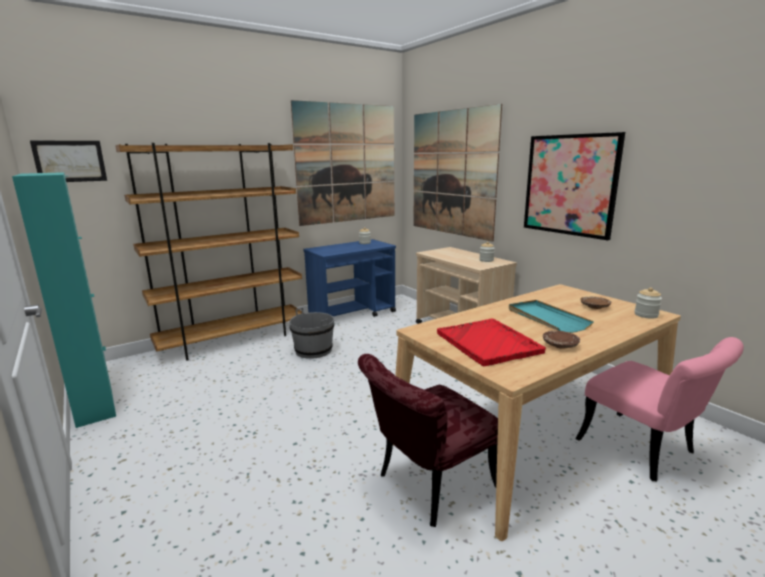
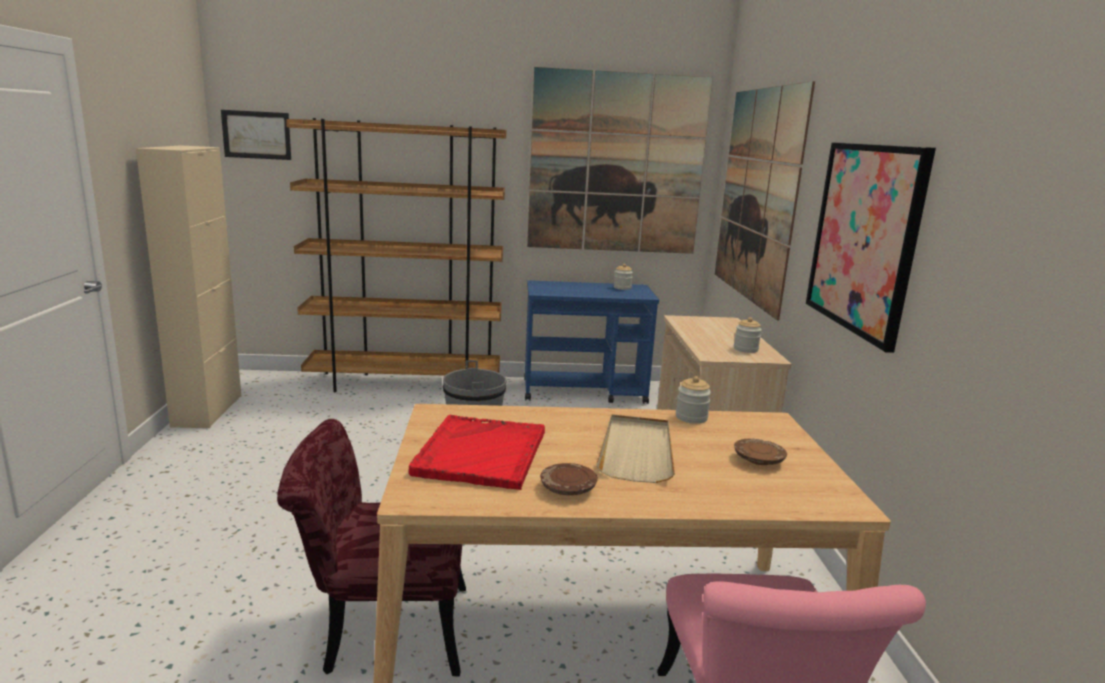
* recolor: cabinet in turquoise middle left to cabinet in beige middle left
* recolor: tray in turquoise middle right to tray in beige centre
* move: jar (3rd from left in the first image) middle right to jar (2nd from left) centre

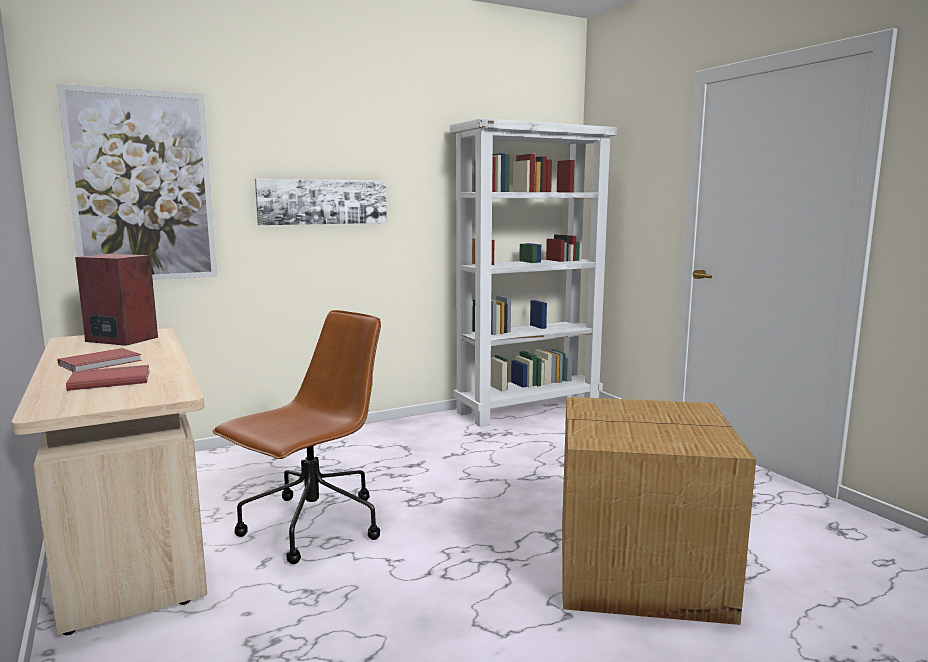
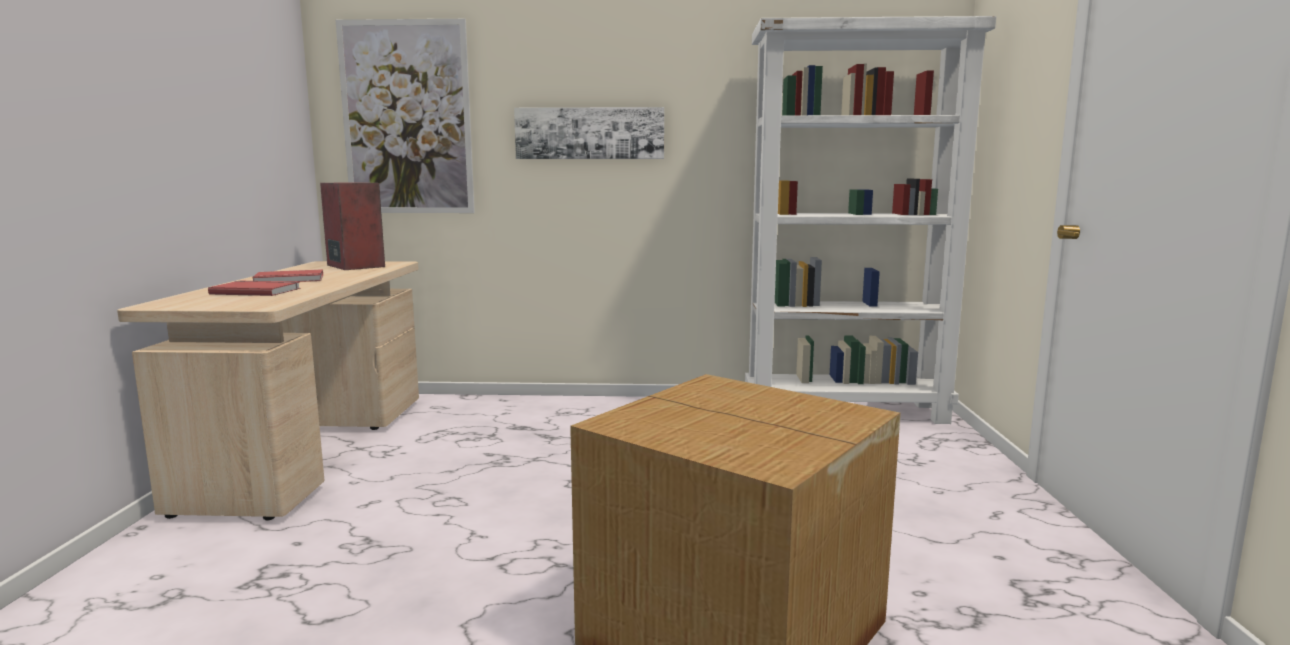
* delete: office chair in brown middle left

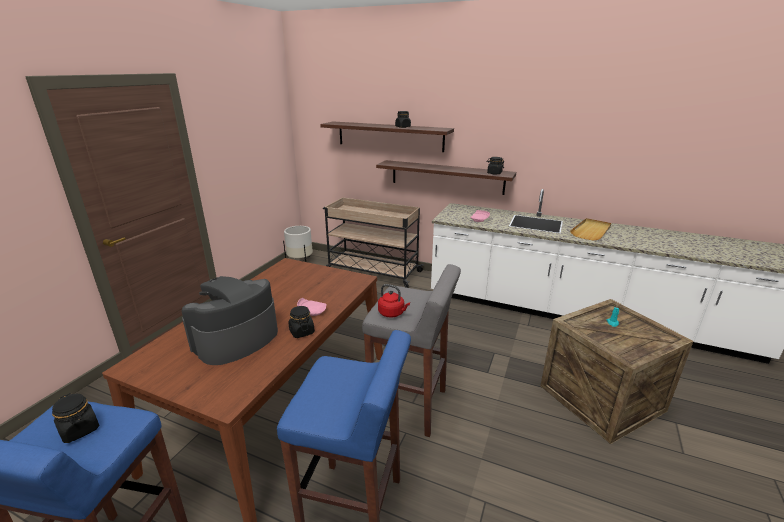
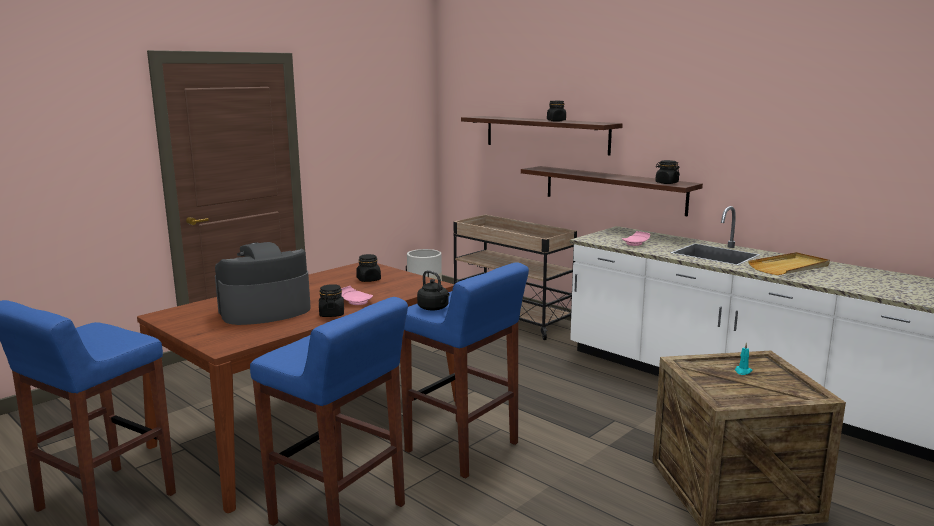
* move: jar in black (1st from left in the first image) bottom left to jar in black (2nd from left) centre
* recolor: stool in grey bottom centre to stool in blue (3rd from left) bottom centre
* recolor: kettle in red centre to kettle in black centre

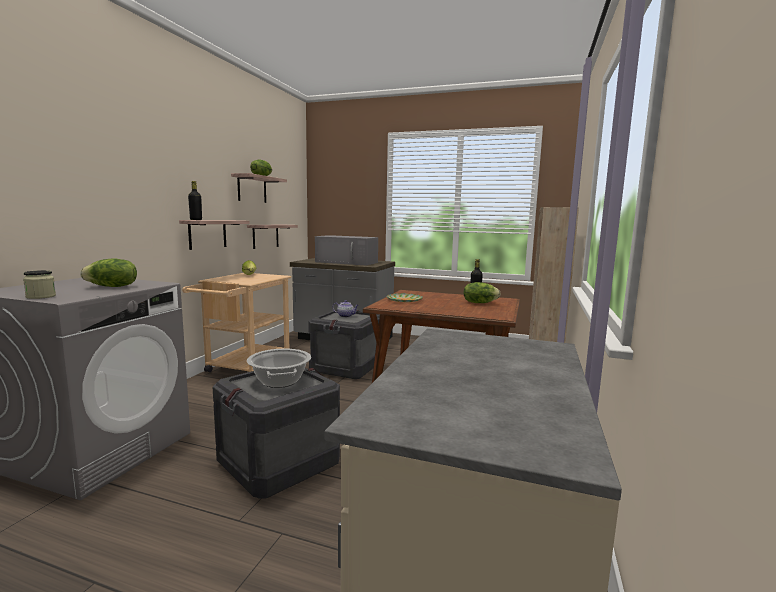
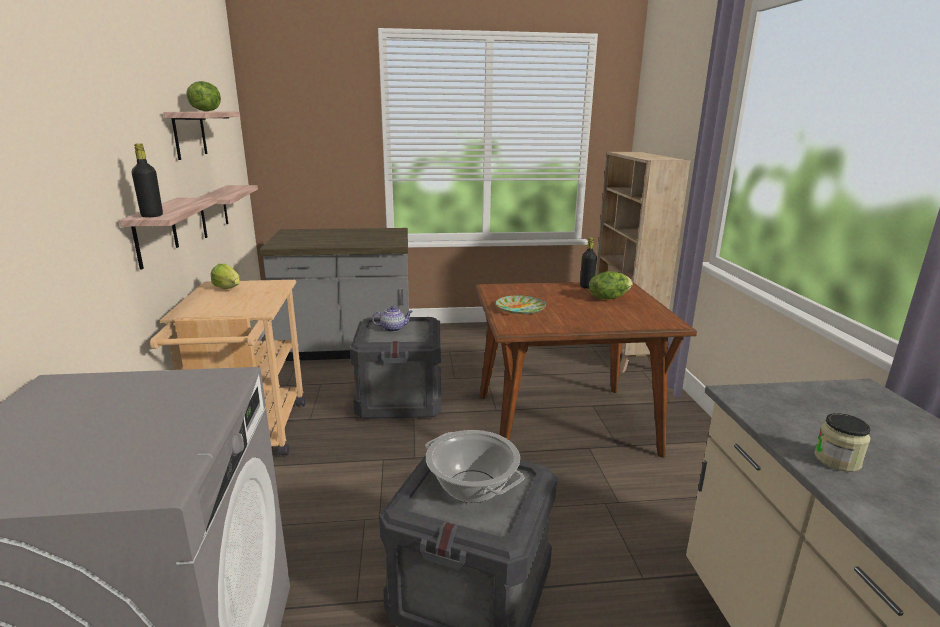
* move: jar middle left to bottom right
* delete: lettuce (1st from left) middle left
* delete: microwave in grey centre

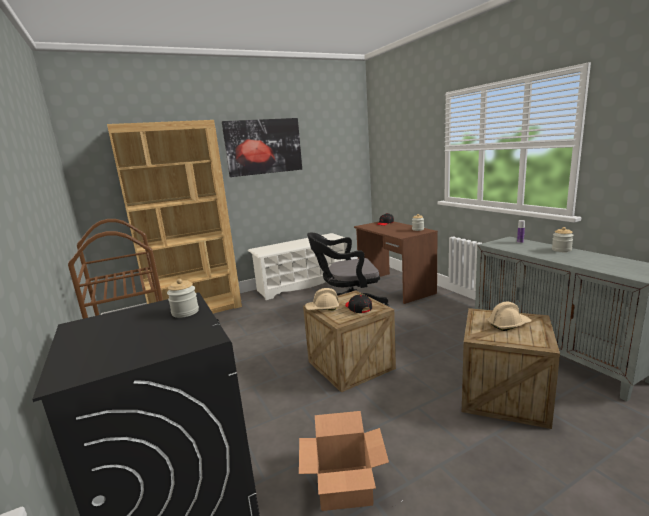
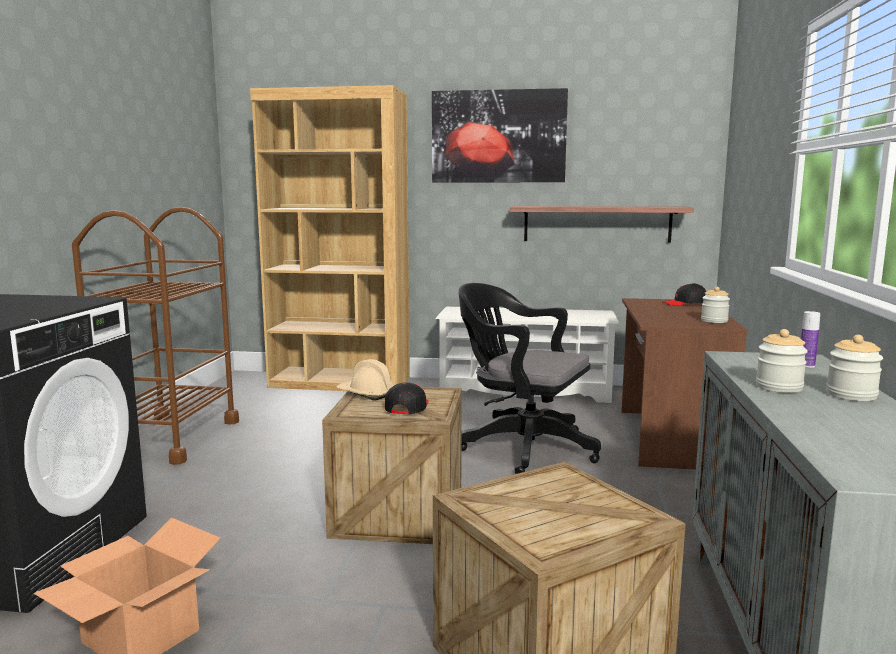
* move: jar (1st from left in the first image) middle left to jar (2nd from left) middle right
* delete: hard hat in beige (2nd from left) middle right
* insert: shelf middle right

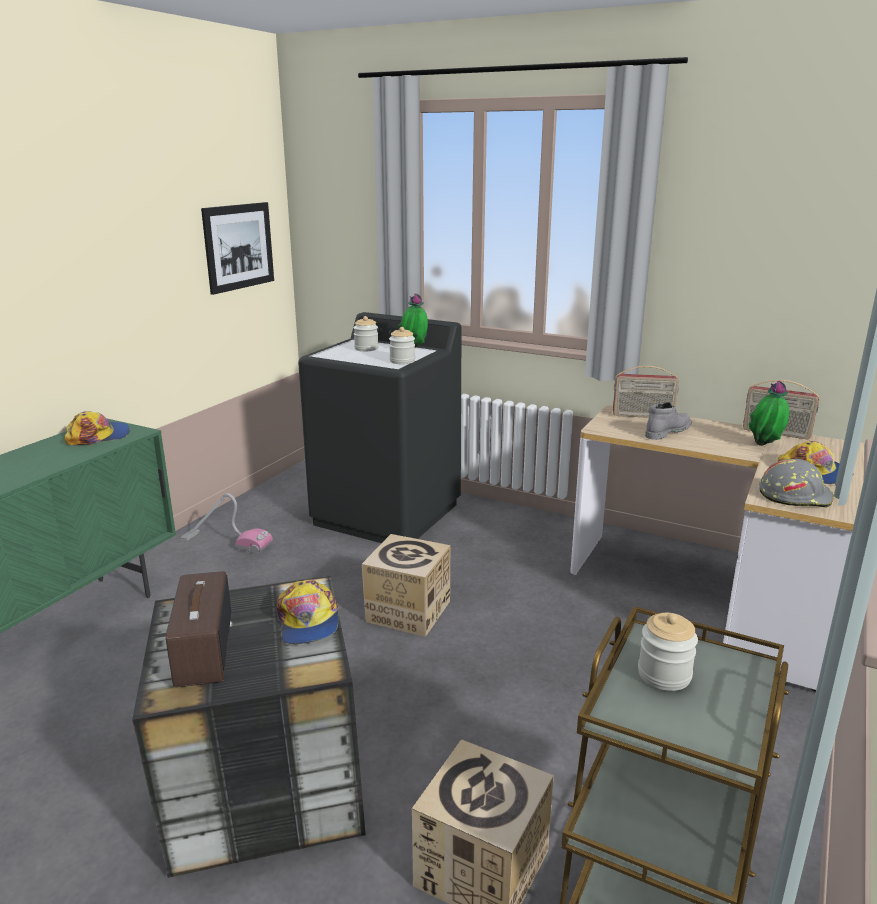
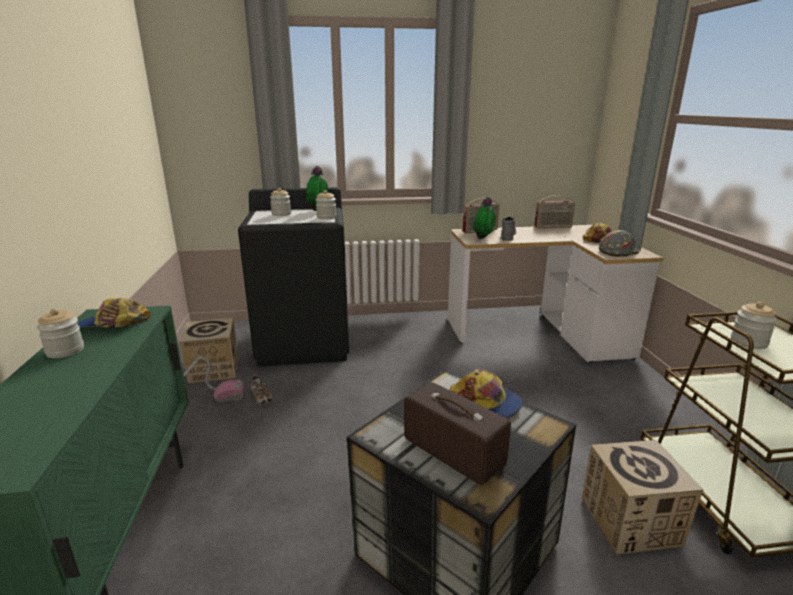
* rotate: cap (1st from left) middle left = middle left 120 degrees counterclockwise
* delete: picture top left
* move: cardboard box (1st from left) centre to middle left
* move: potted plant (2nd from left) middle right to centre
* insert: jar (1st from left) middle left
* insert: shoe middle left

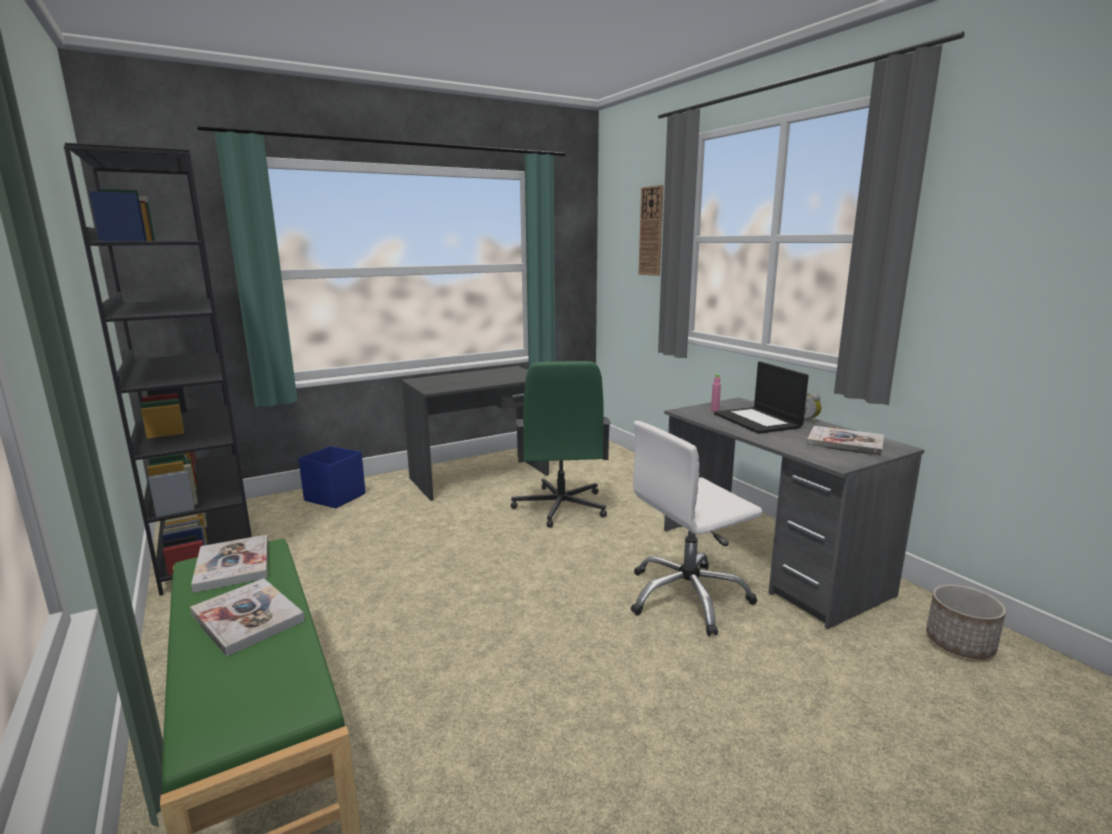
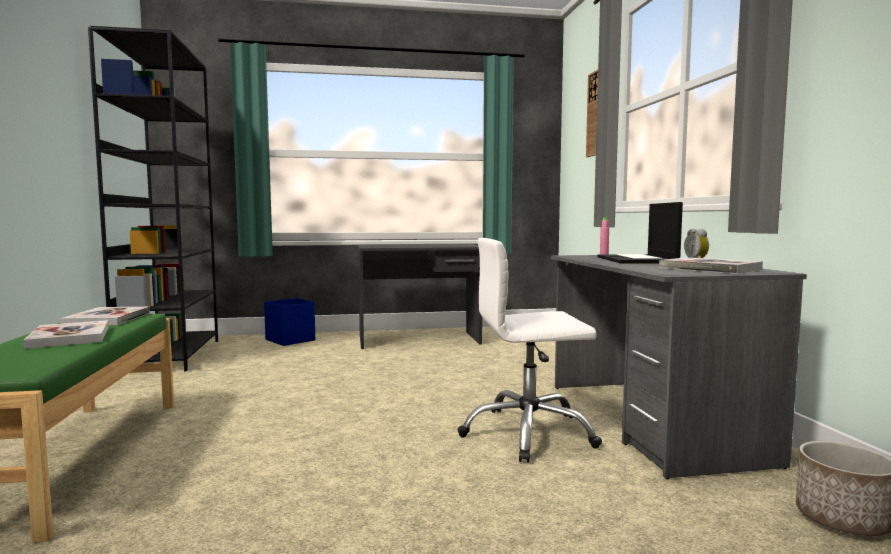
* delete: office chair in green centre

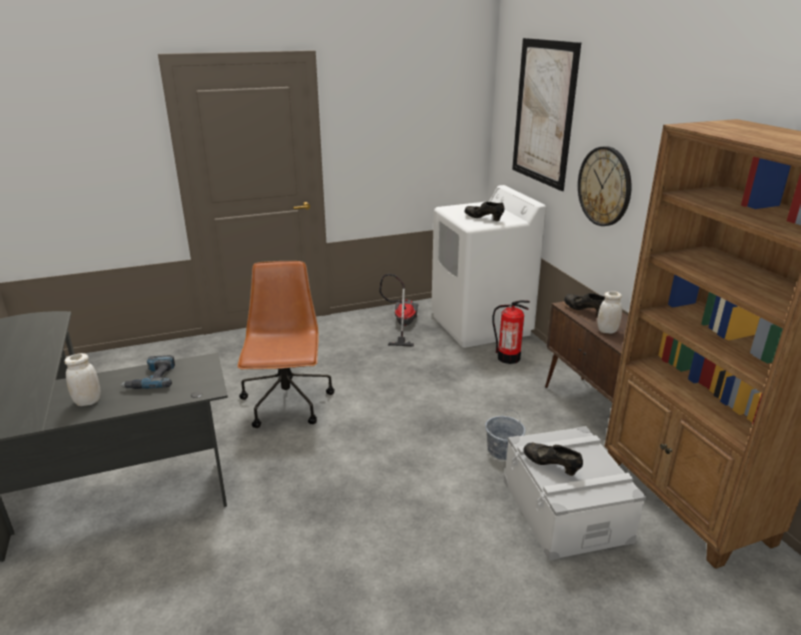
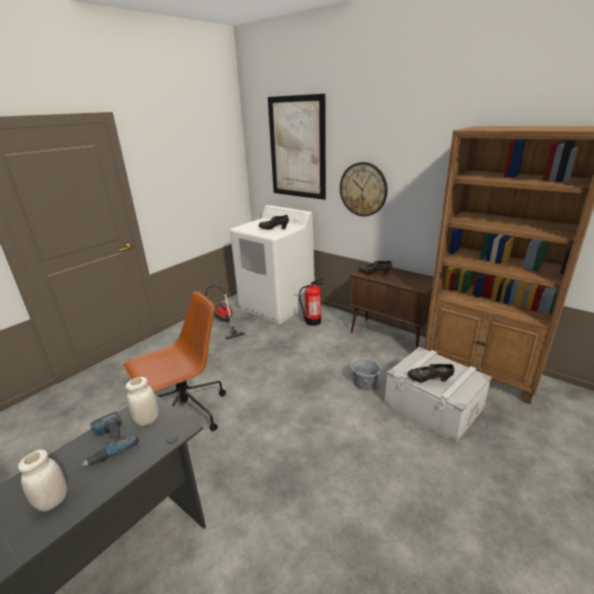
* rotate: office chair in brown centre = middle left 90 degrees clockwise
* move: jar in white (2nd from left) middle right to bottom left

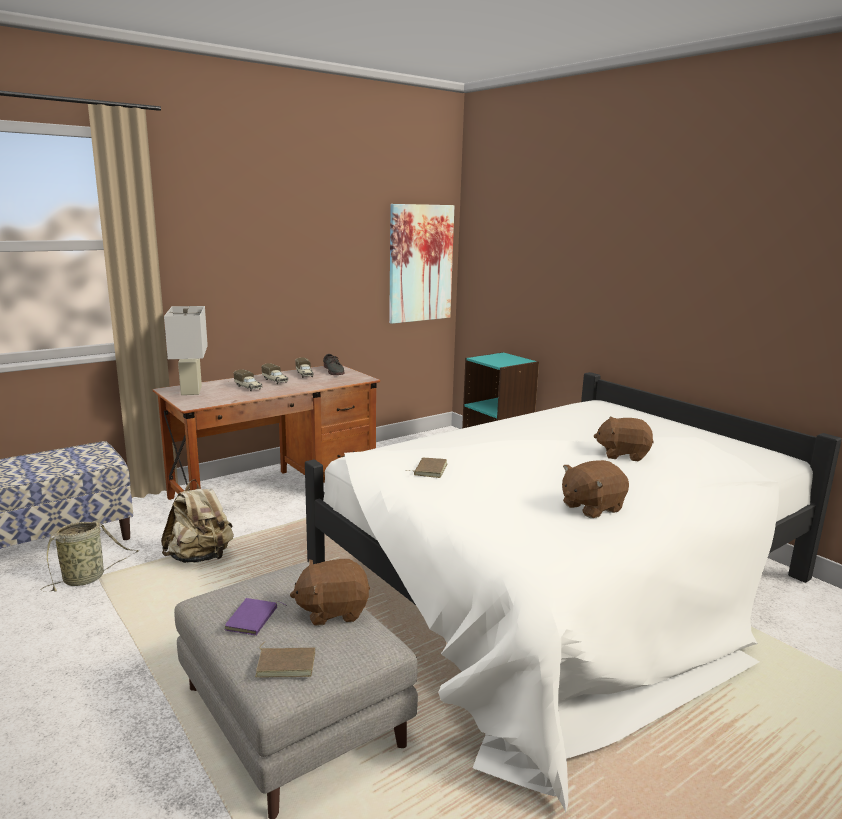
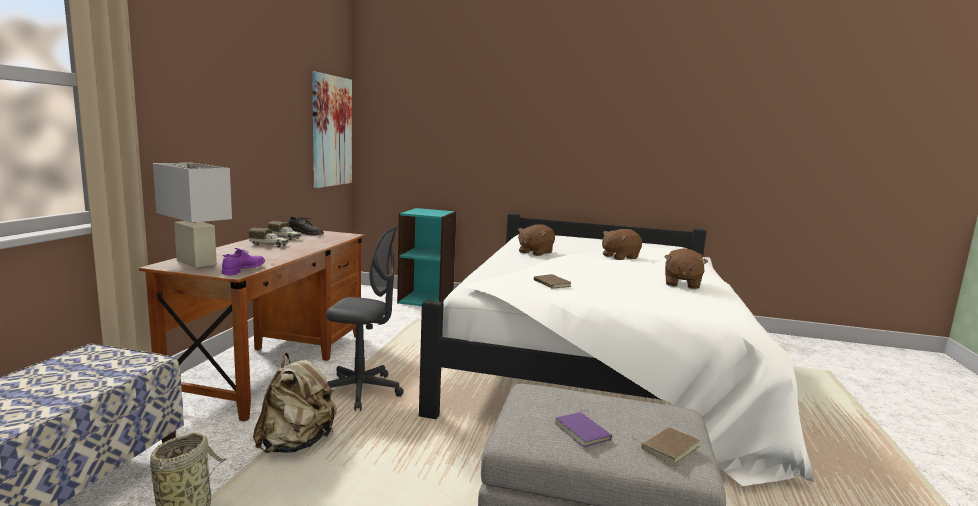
* delete: toy truck (1st from left) middle left
* move: plush toy in brown (1st from left) bottom centre to centre
* insert: shoe in purple middle left
* insert: office chair in grey centre

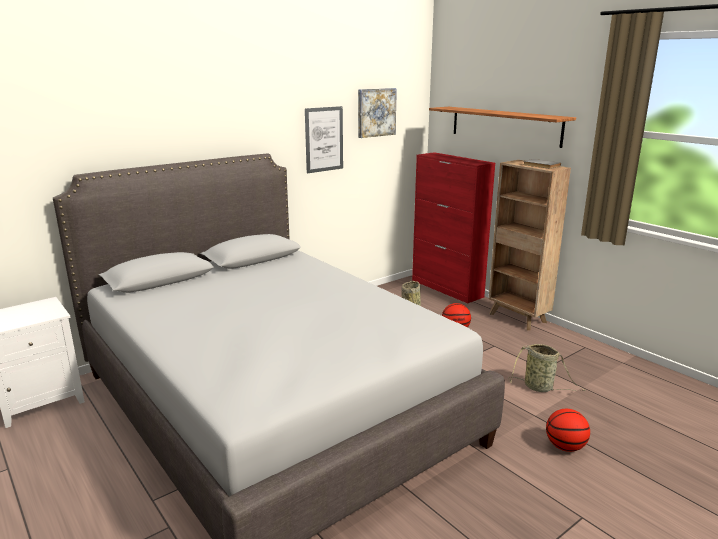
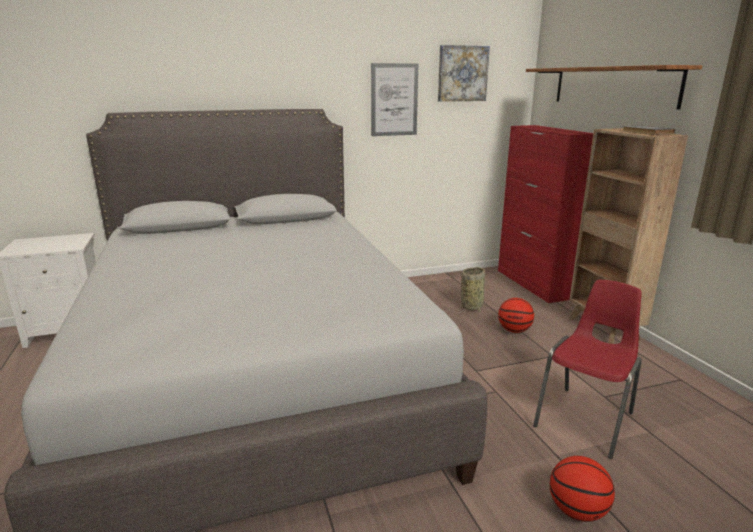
* replace: basket (2nd from left) bottom right to chair in red bottom right

